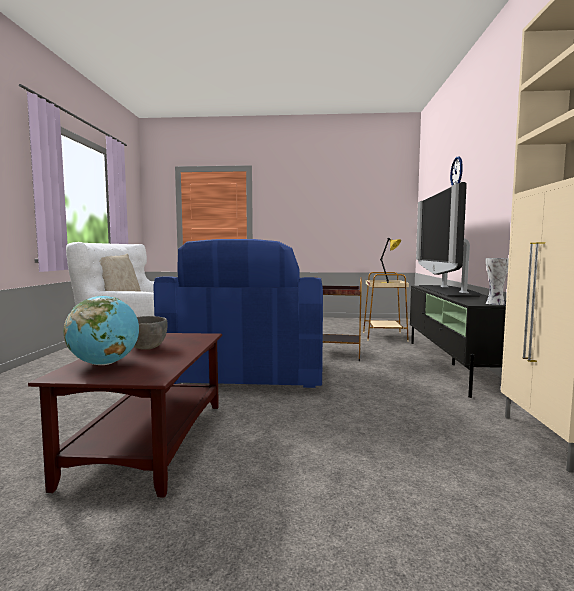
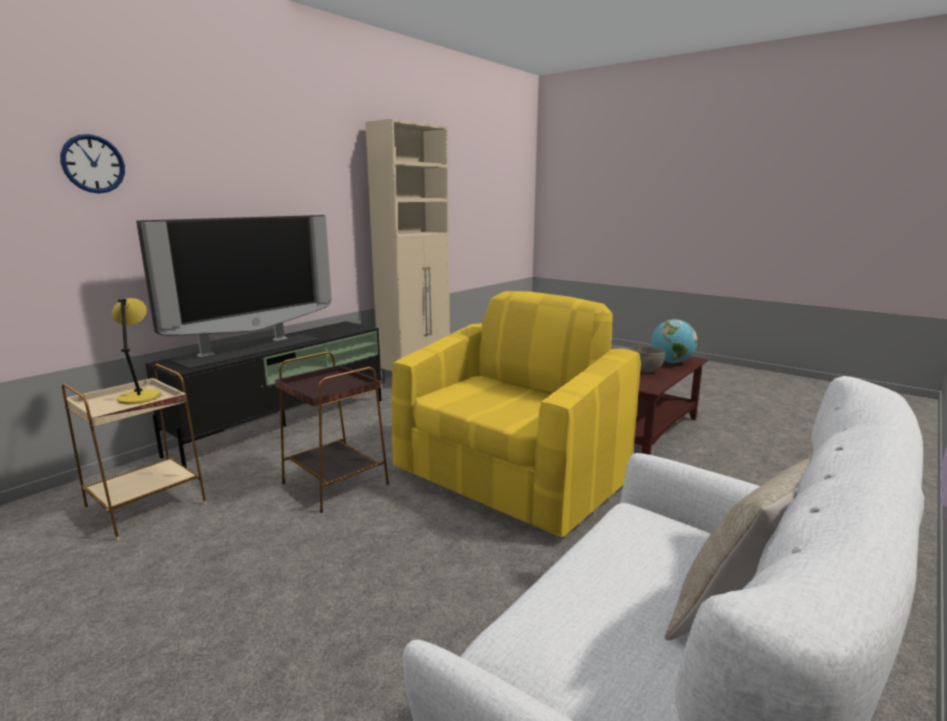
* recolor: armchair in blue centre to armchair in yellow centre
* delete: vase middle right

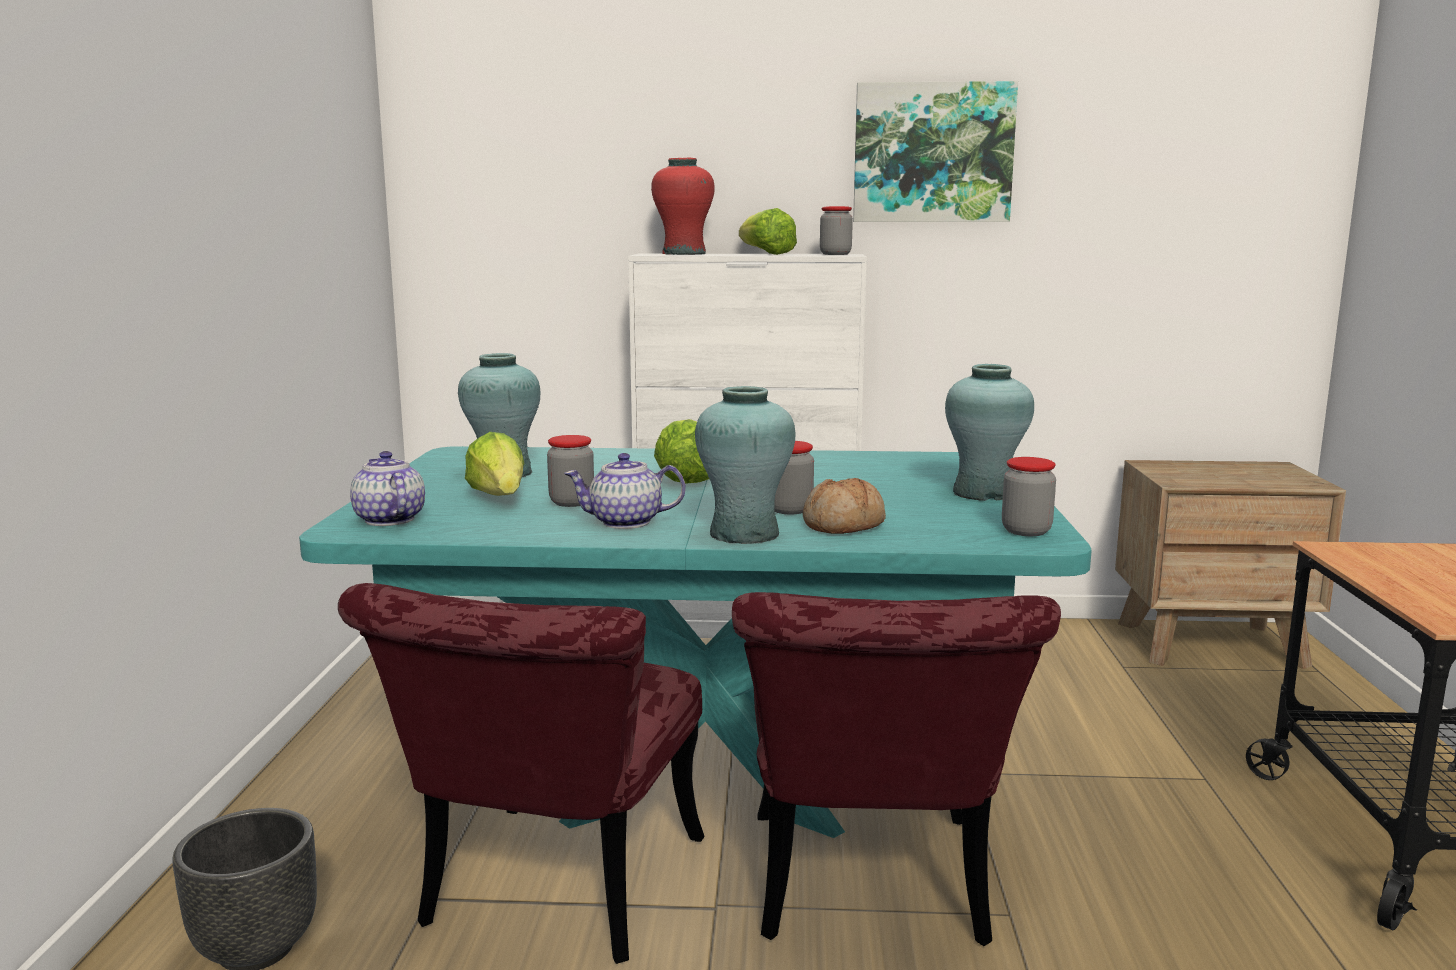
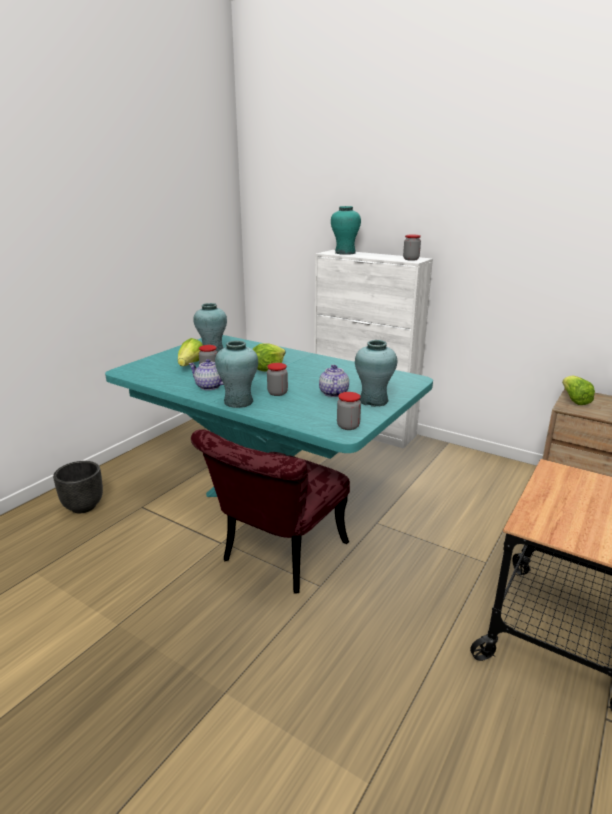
* delete: chair in red (1st from left) bottom centre
* move: teapot (1st from left in the first image) middle left to teapot (2nd from left) centre
* recolor: vase in red top centre to vase in turquoise (3rd from left) top centre
* move: lettuce (3rd from left) top centre to middle right
* delete: bread centre
* delete: picture top centre

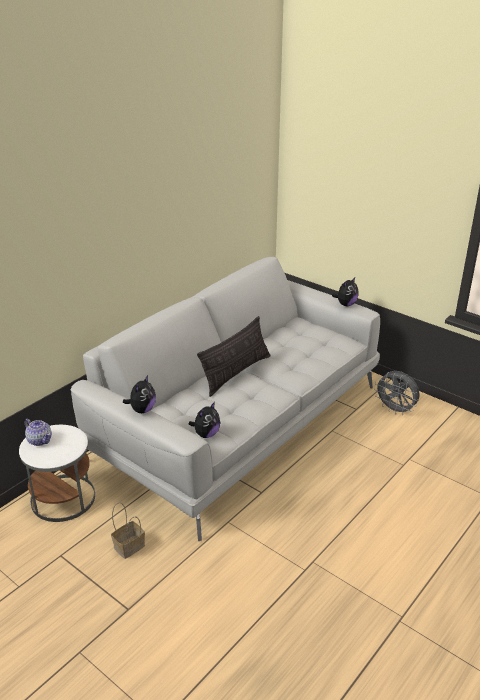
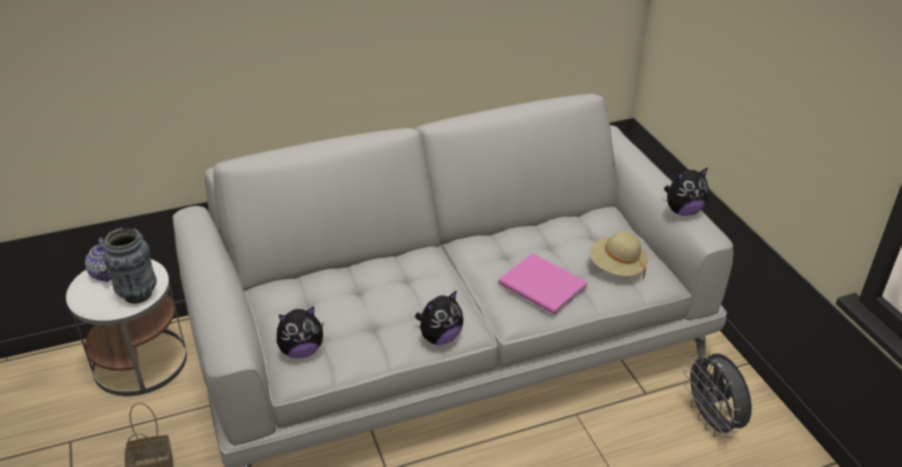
* move: plush toy (1st from left in the first image) middle left to plush toy (2nd from left) bottom centre
* delete: pillow centre
* insert: vase middle left
* insert: book in pink centre
* insert: hat in beige middle right

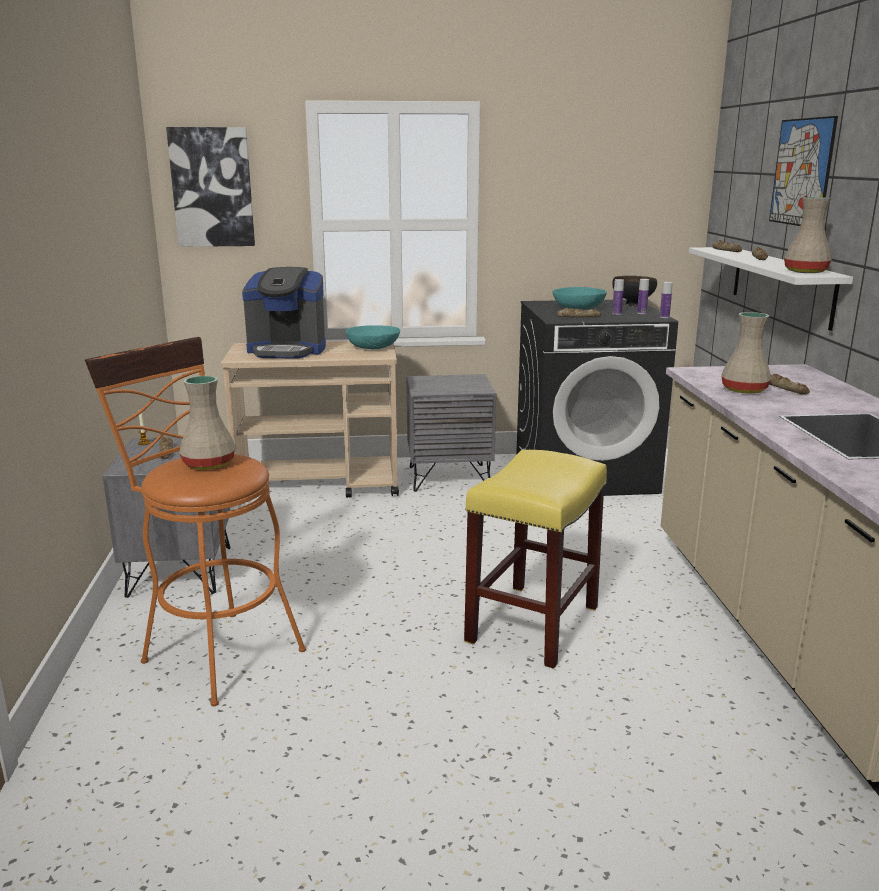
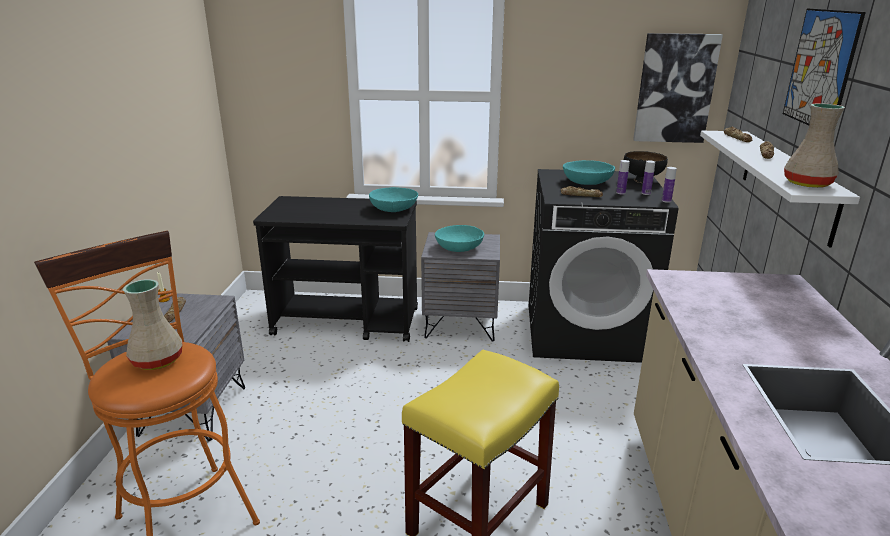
* move: picture (1st from left) top left to top right
* recolor: cart in beige centre to cart in black centre
* delete: coffee machine middle left
* delete: vase in beige (2nd from left) middle right
* delete: bread (5th from left) middle right
* insert: bowl in turquoise (2nd from left) centre

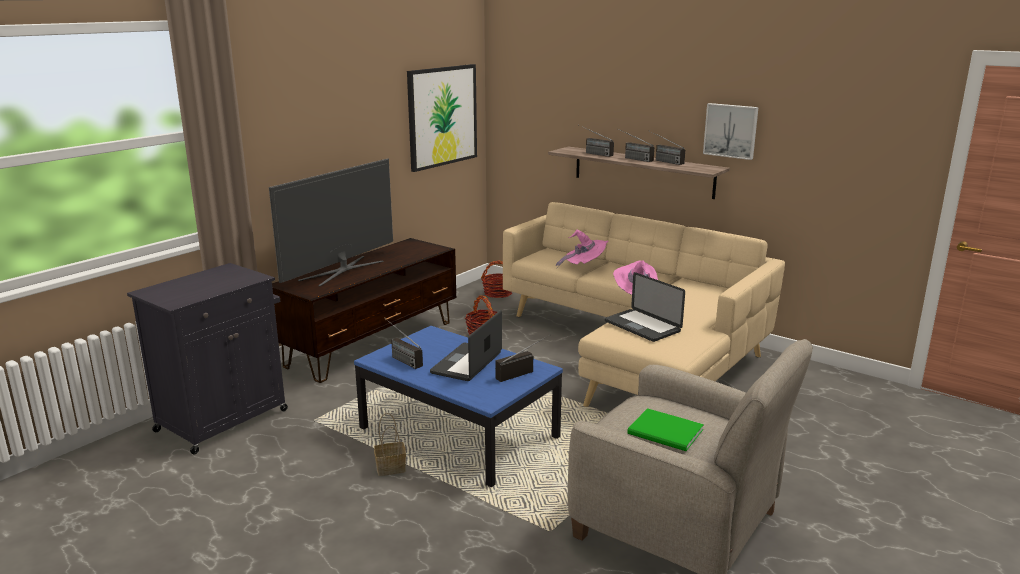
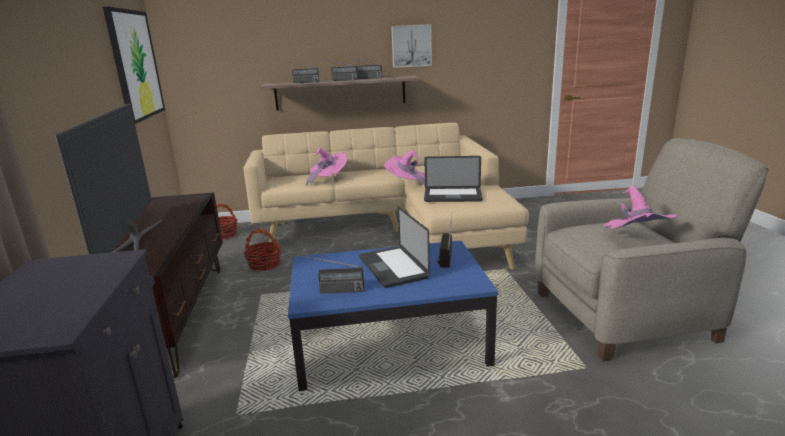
* delete: basket (1st from left) bottom centre
* replace: book in green bottom centre to hat in pink (3rd from left) middle right

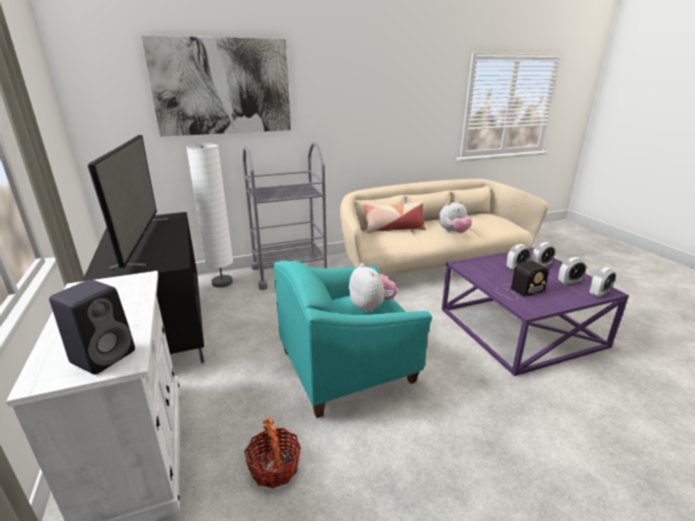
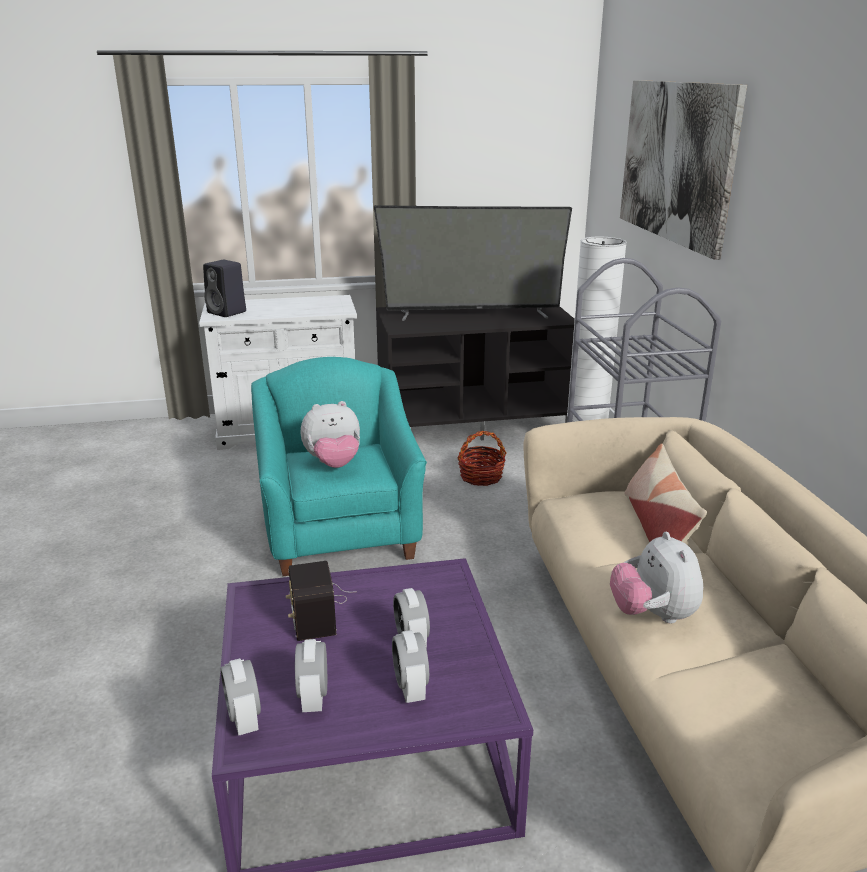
* move: basket bottom centre to centre

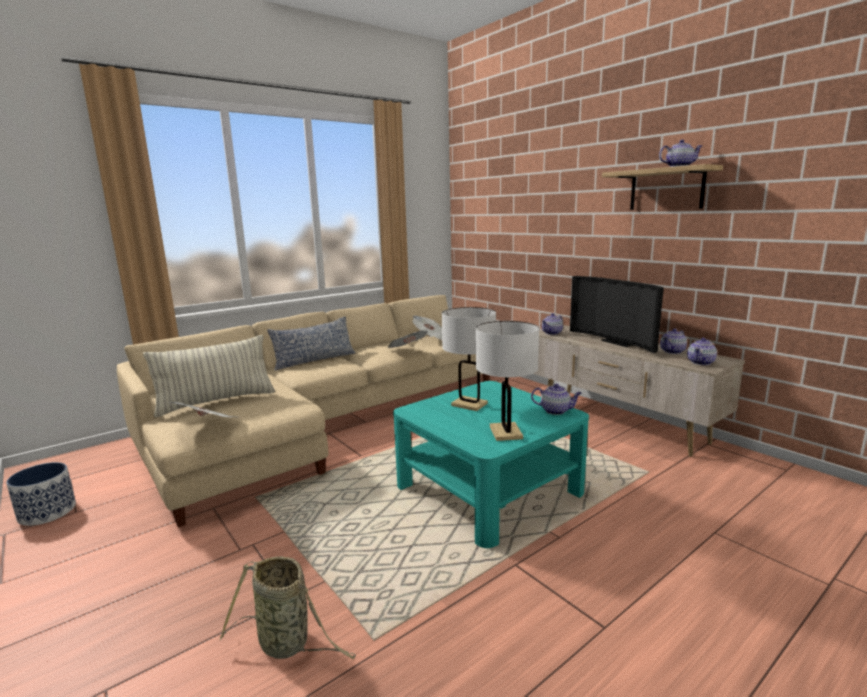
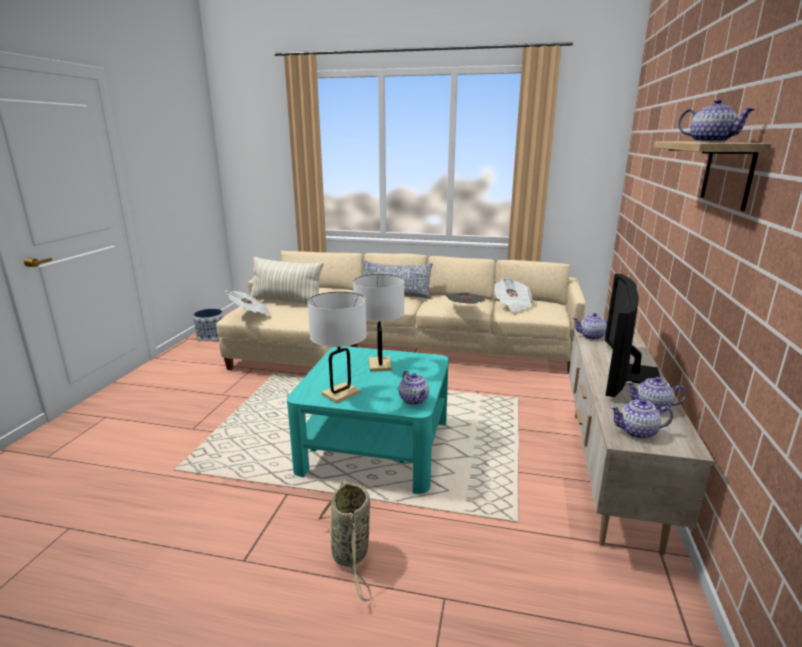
* move: basket bottom left to bottom centre

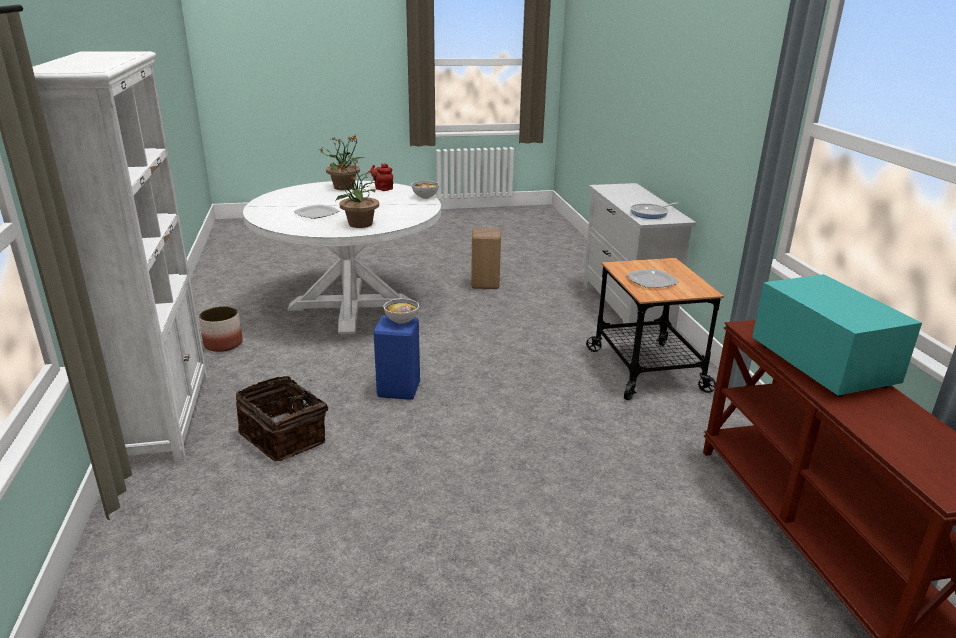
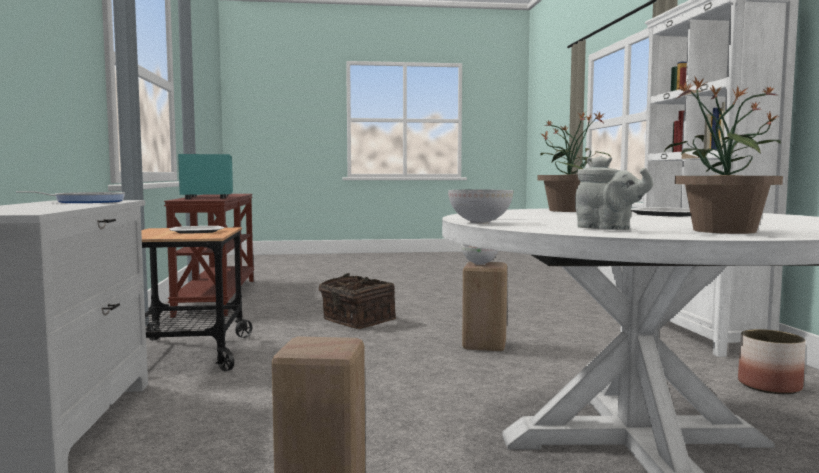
* move: basket middle left to centre
* recolor: teapot in red top centre to teapot in grey middle right
* recolor: stool in blue centre to stool in beige (2nd from left) centre

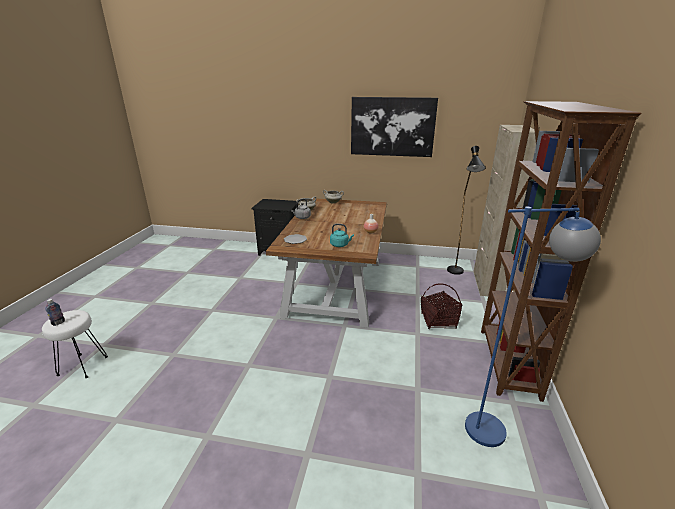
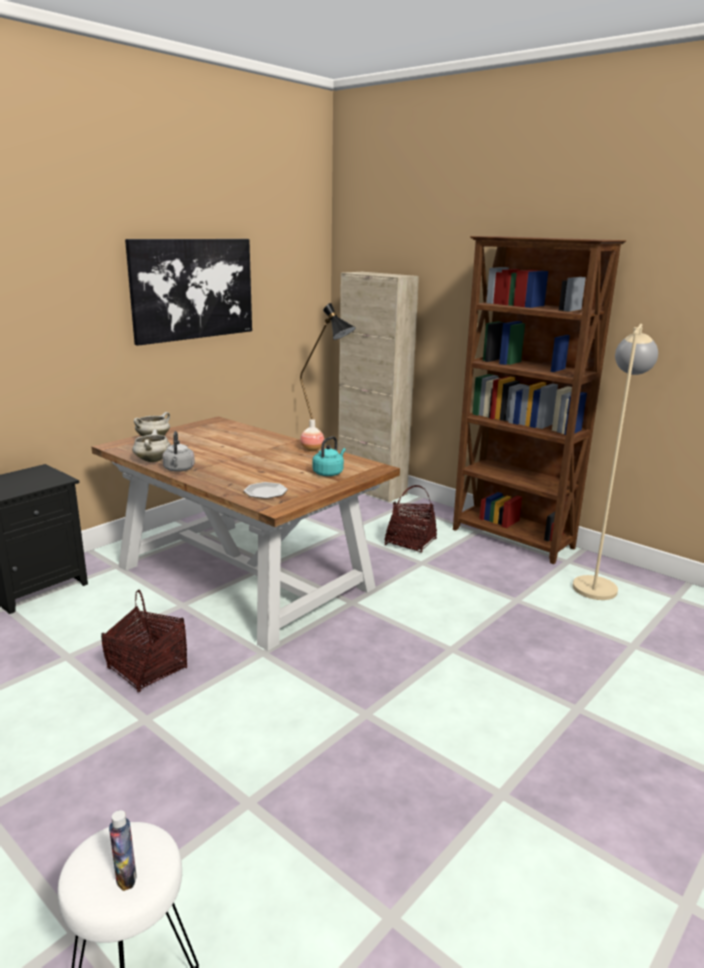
* recolor: floor lamp in blue middle right to floor lamp in beige middle right
* insert: basket (1st from left) middle left

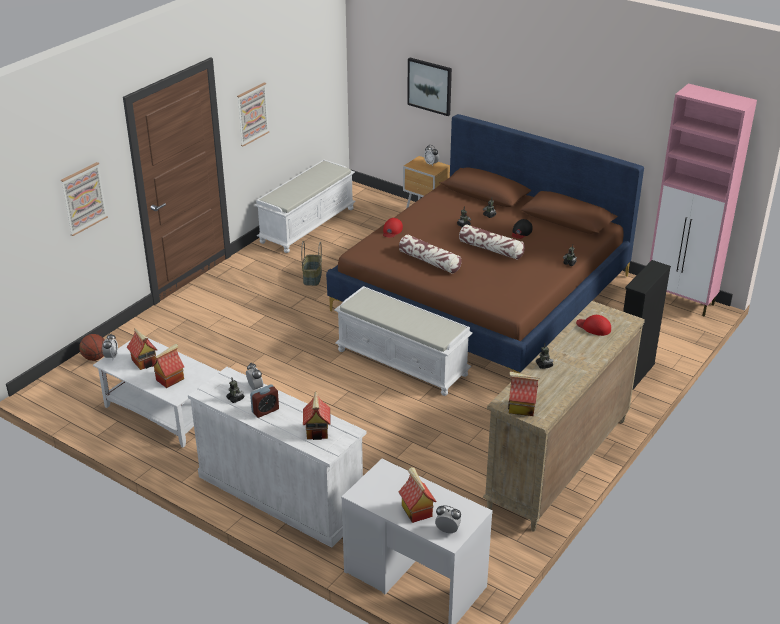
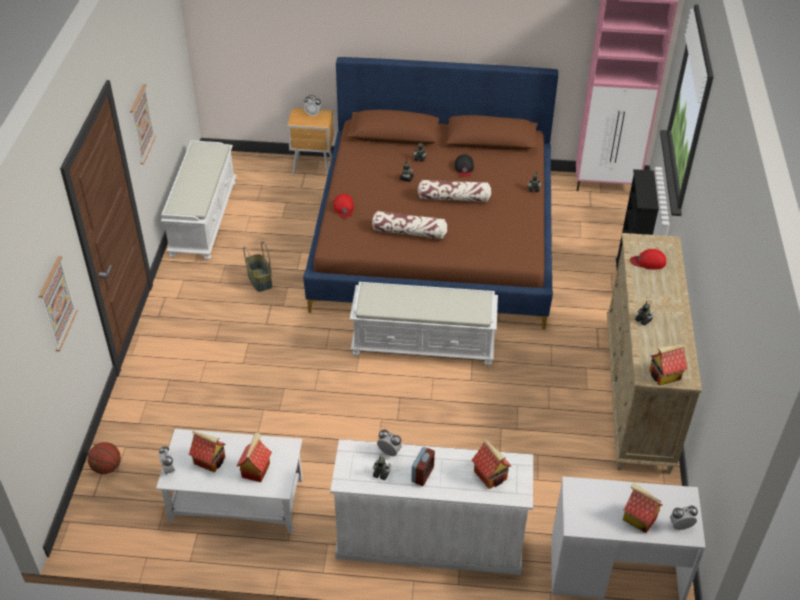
* delete: picture (3rd from left) top centre

